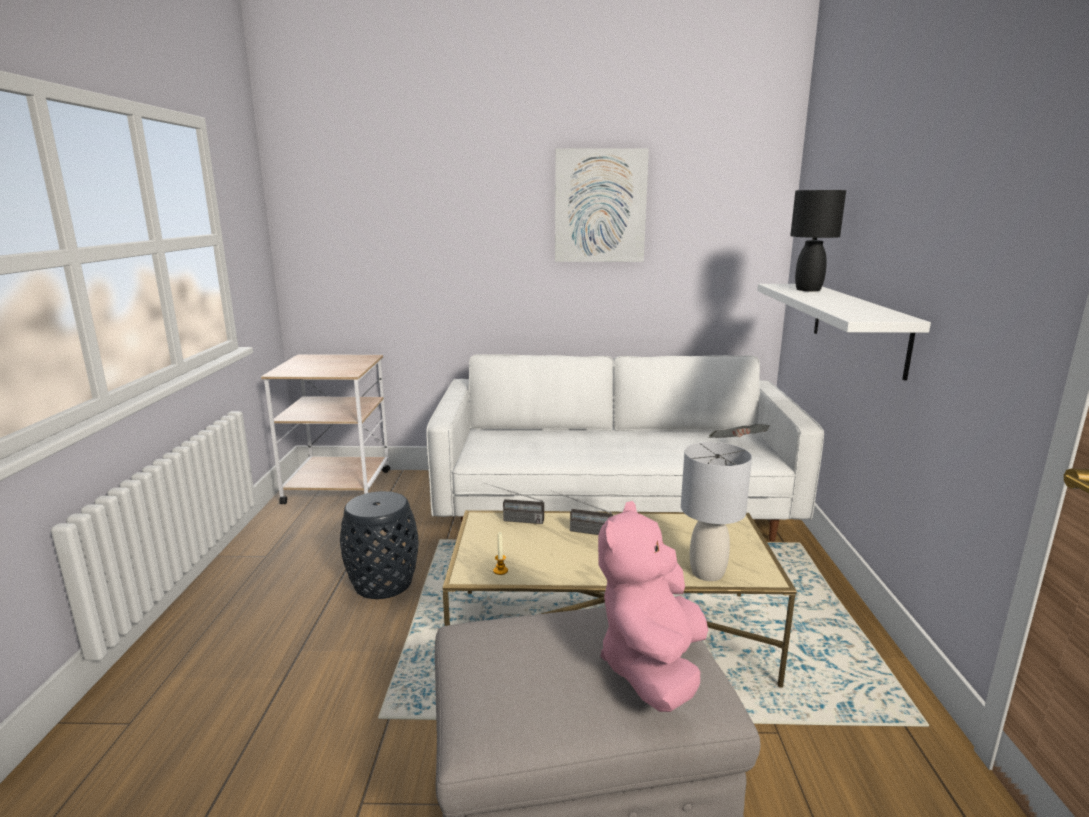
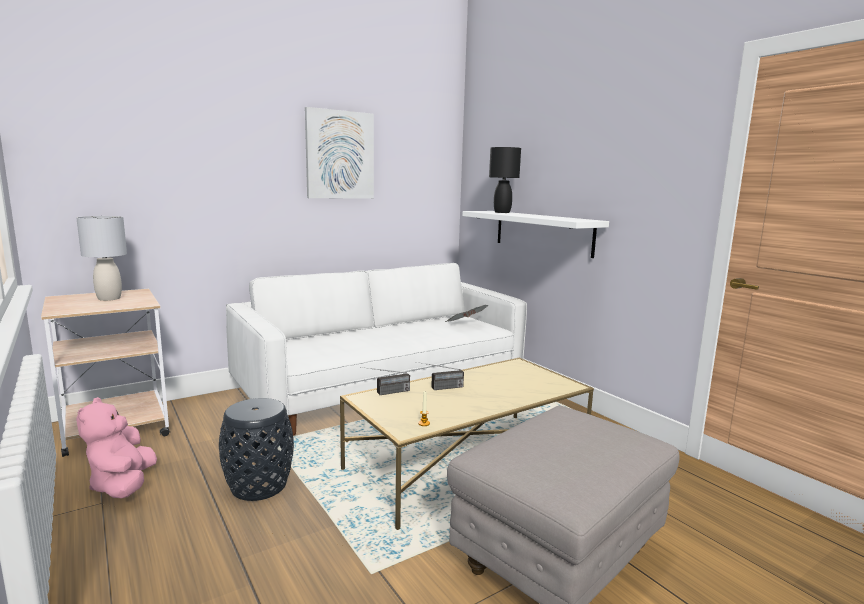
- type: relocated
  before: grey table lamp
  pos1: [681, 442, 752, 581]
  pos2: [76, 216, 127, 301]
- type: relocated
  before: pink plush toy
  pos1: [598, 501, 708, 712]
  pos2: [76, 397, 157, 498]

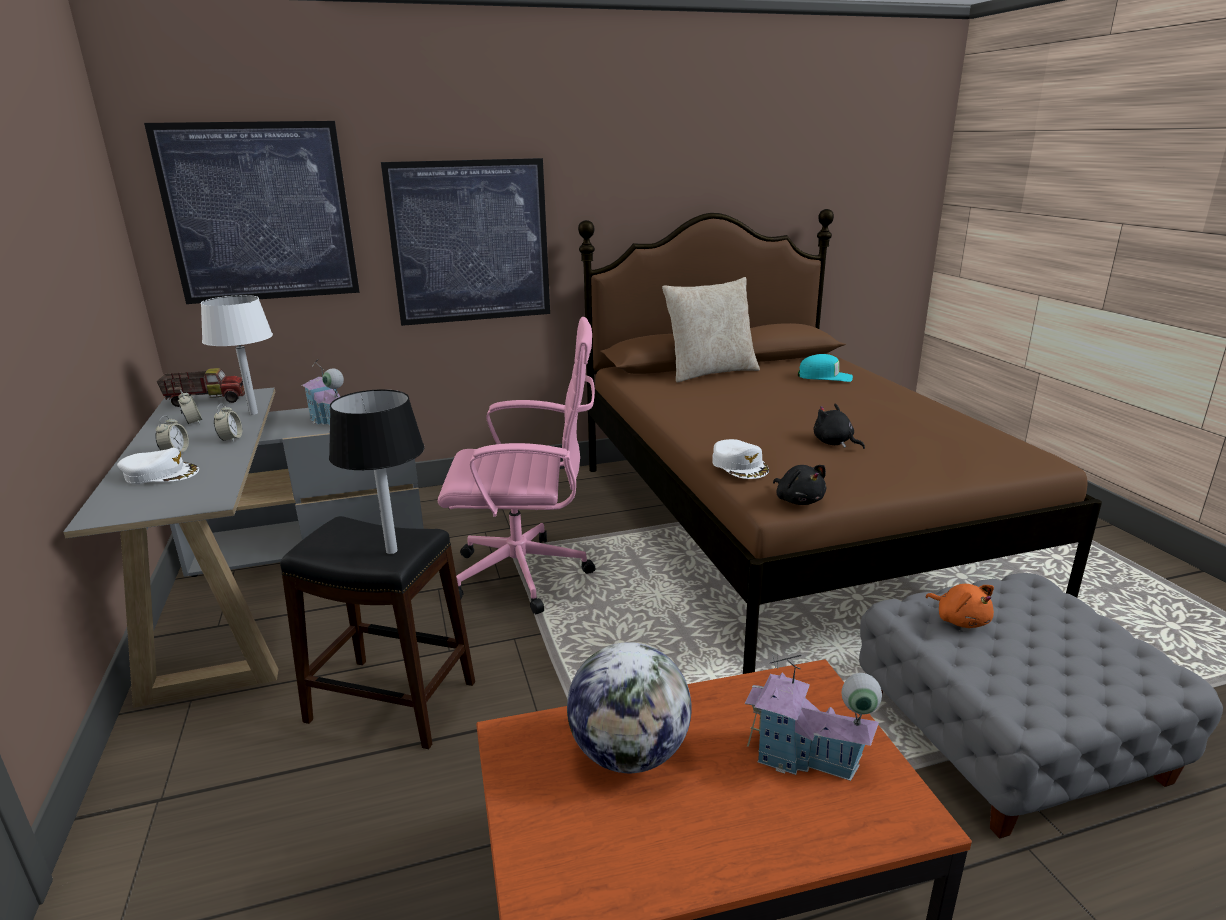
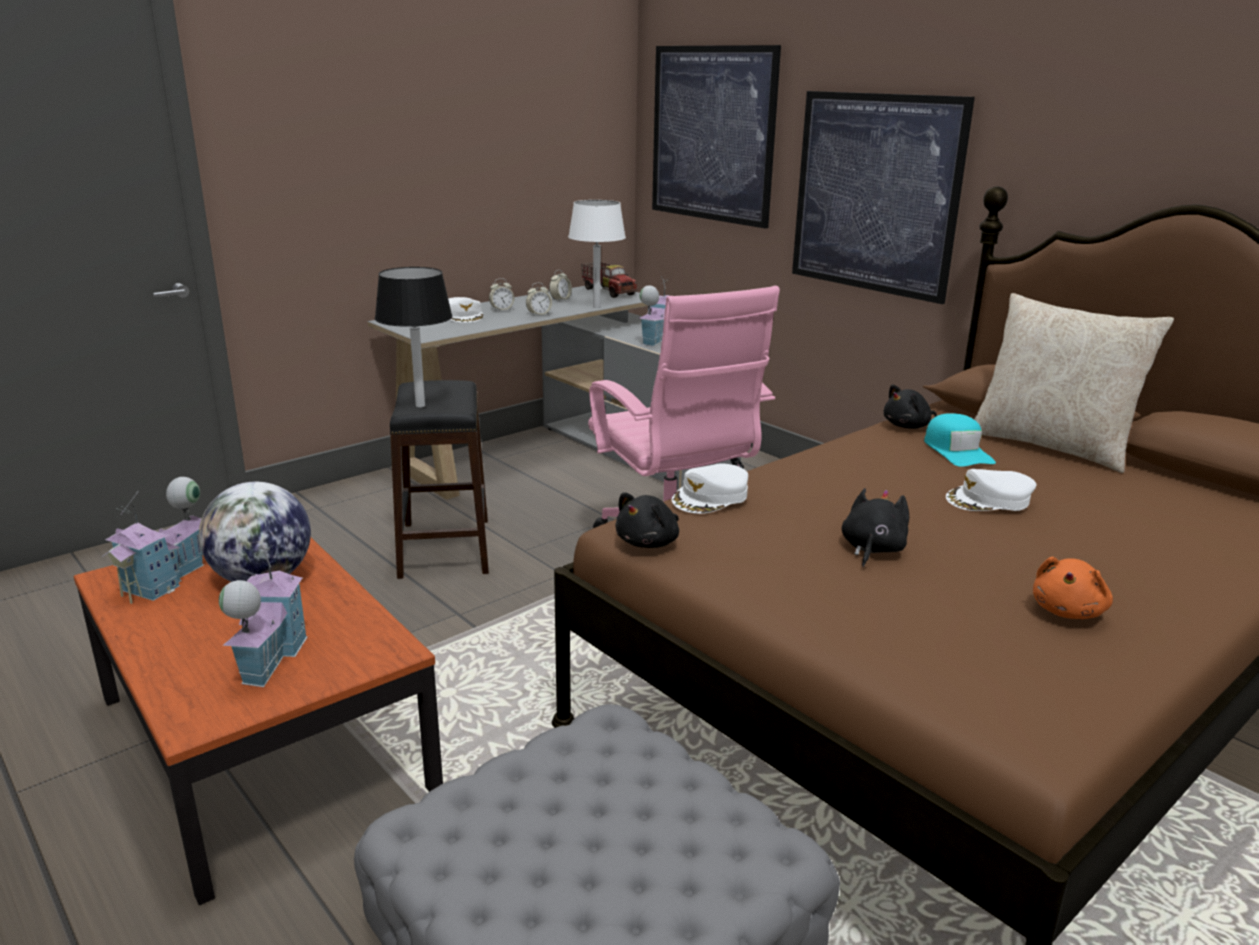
- type: appeared
  after: toy house
  pos2: [102, 477, 204, 604]
- type: appeared
  after: black plush toy
  pos2: [884, 384, 937, 429]
- type: relocated
  before: turquoise cap
  pos1: [798, 354, 853, 382]
  pos2: [924, 413, 996, 467]
- type: appeared
  after: white cap
  pos2: [946, 469, 1036, 511]
- type: relocated
  before: orange plush toy
  pos1: [926, 584, 994, 628]
  pos2: [1033, 557, 1113, 619]

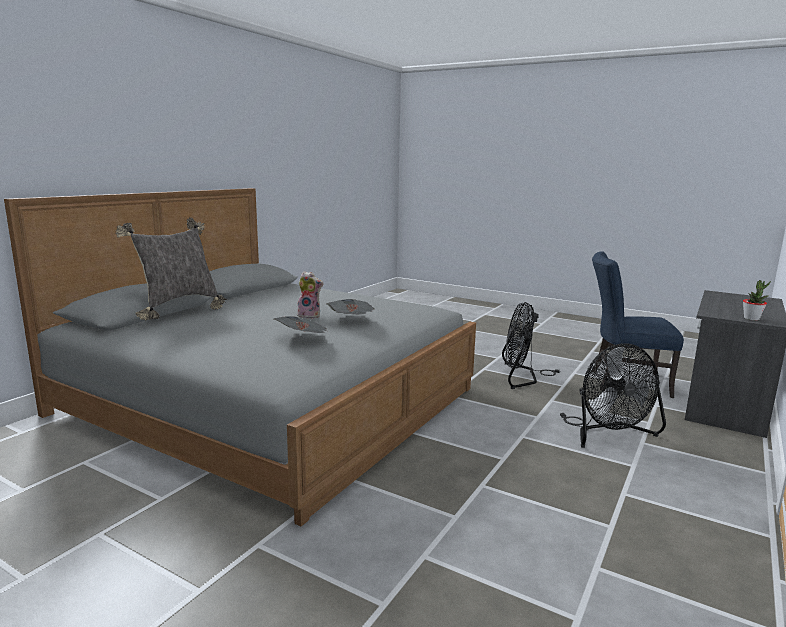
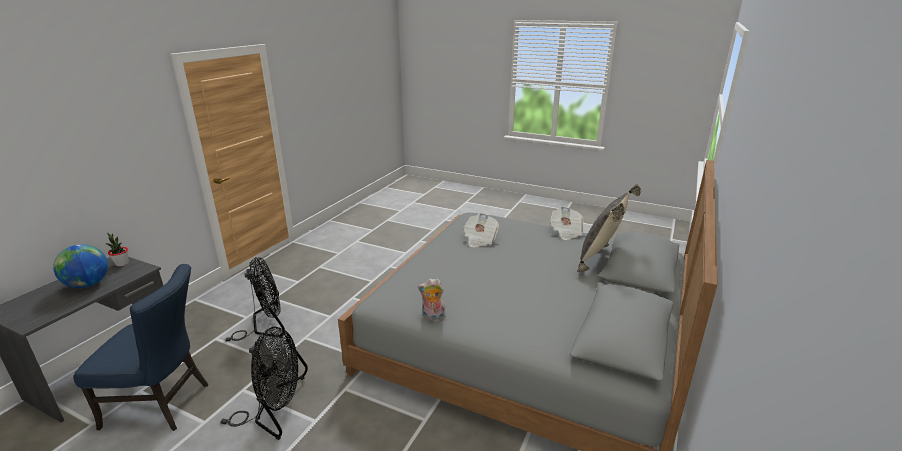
- type: appeared
  after: globe
  pos2: [53, 244, 108, 288]
- type: spun
  before: black fan
  pos1: [560, 343, 666, 448]
  pos2: [225, 257, 285, 341]
  turn: 90
- type: relocated
  before: plush toy
  pos1: [296, 271, 323, 319]
  pos2: [418, 278, 446, 321]
- type: relocated
  before: newspaper
  pos1: [326, 299, 375, 315]
  pos2: [550, 206, 584, 240]

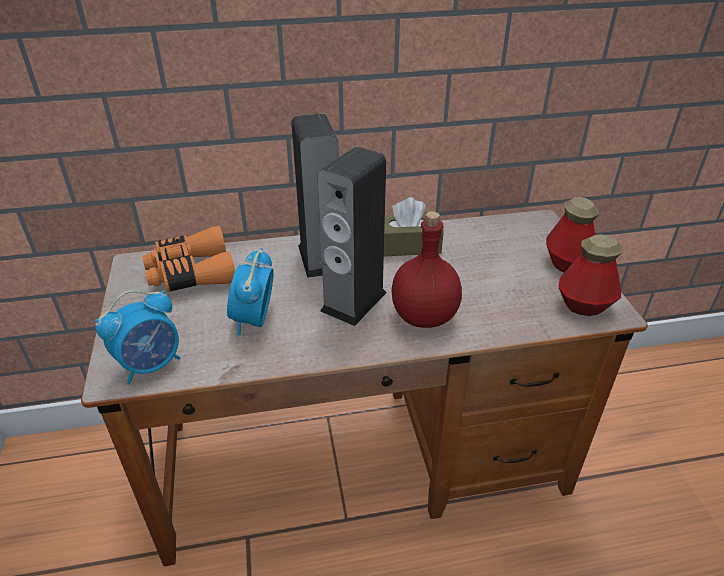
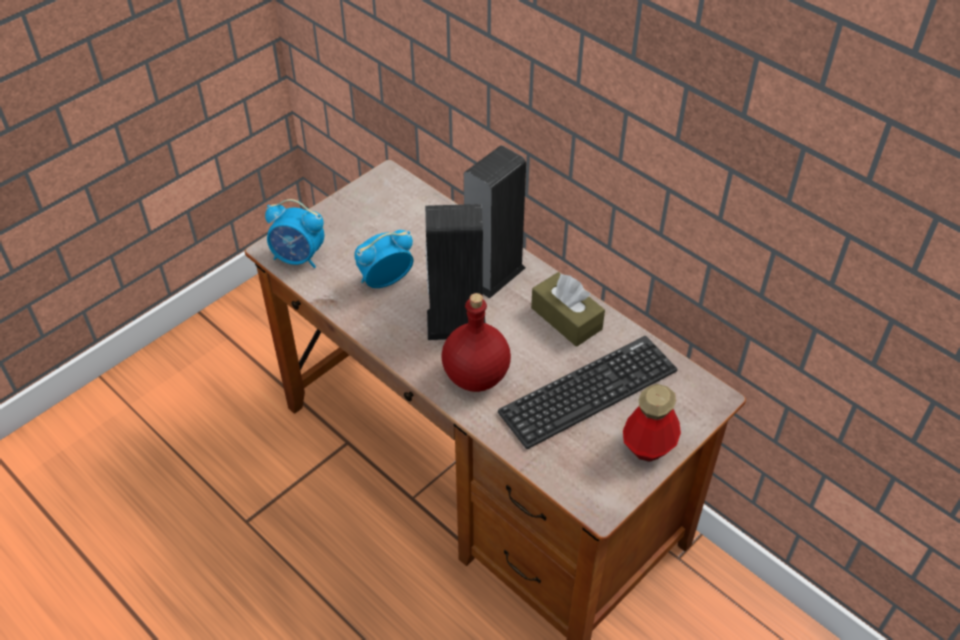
- type: appeared
  after: keyboard
  pos2: [498, 336, 677, 449]
- type: missing
  before: orange binoculars
  pos1: [142, 226, 235, 292]
- type: missing
  before: bottle
  pos1: [558, 235, 622, 316]

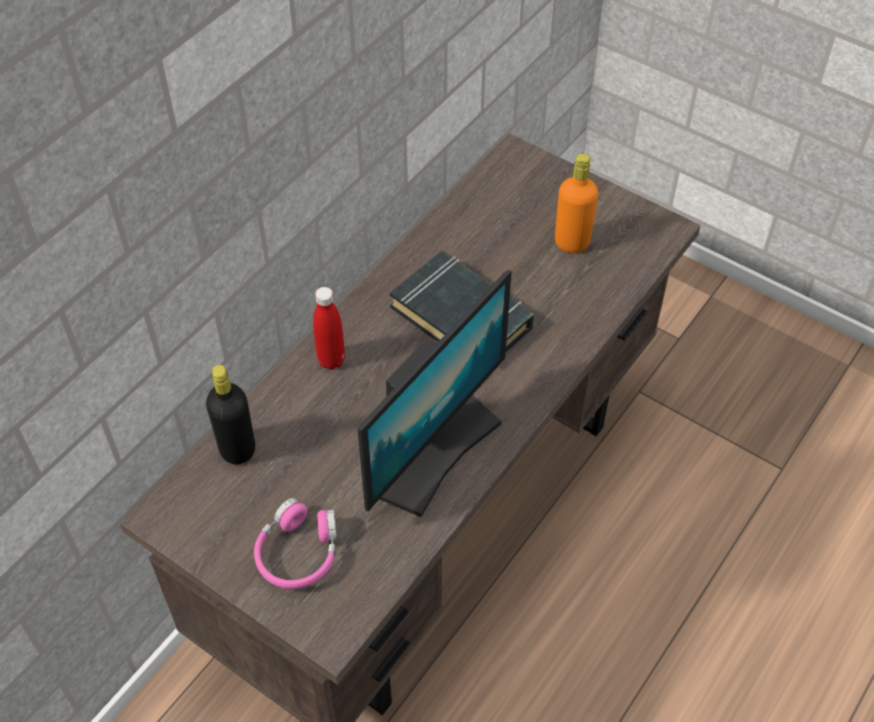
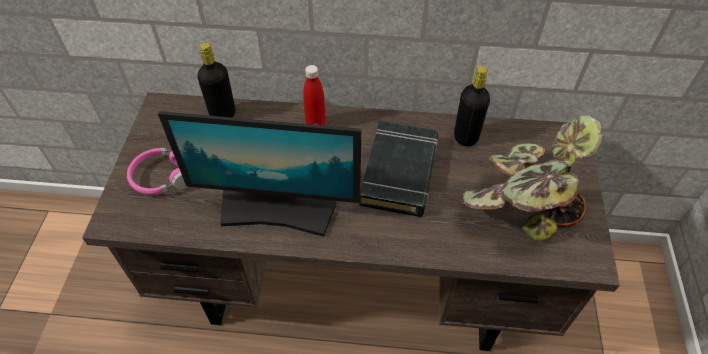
- type: appeared
  after: black bottle
  pos2: [454, 66, 490, 147]
- type: exchanged
  before: orange bottle
  after: potted plant
  pos1: [555, 154, 598, 253]
  pos2: [461, 115, 602, 241]

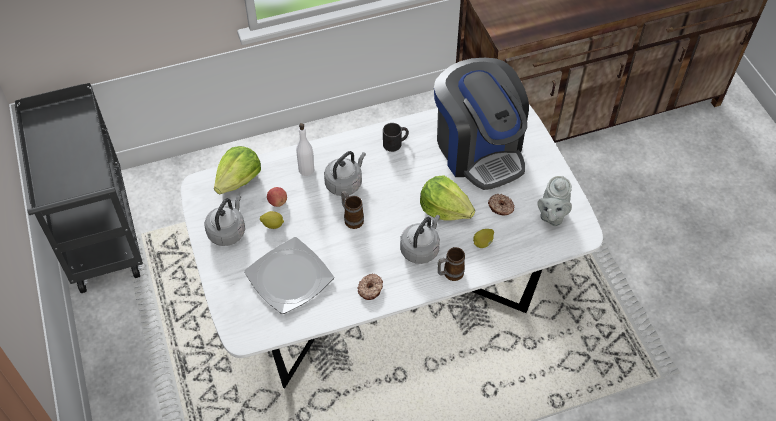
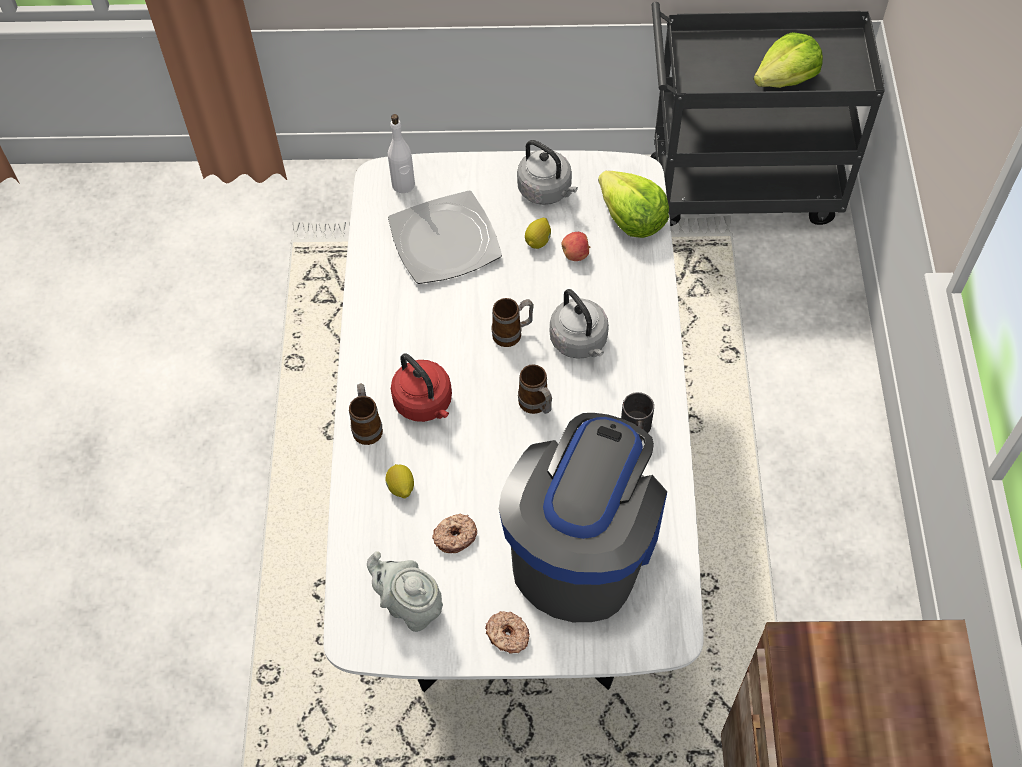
- type: relocated
  before: white bottle
  pos1: [296, 123, 314, 176]
  pos2: [388, 114, 415, 193]
- type: colour
  before: grey kettle
  after: red kettle
  pos1: [400, 215, 440, 264]
  pos2: [391, 353, 452, 422]
- type: relocated
  before: donut
  pos1: [357, 274, 383, 300]
  pos2: [485, 611, 530, 654]
- type: spun
  before: coffee machine
  pos1: [434, 58, 529, 190]
  pos2: [499, 413, 667, 622]
  turn: 120
- type: appeared
  after: mug
  pos2: [518, 364, 552, 414]
- type: relocated
  before: lettuce
  pos1: [420, 175, 475, 220]
  pos2: [754, 32, 823, 88]

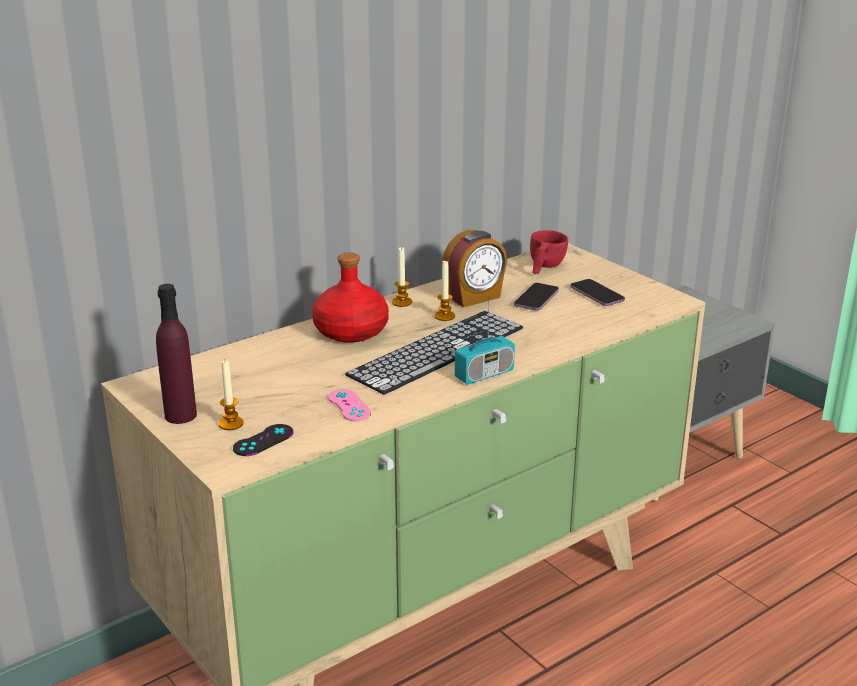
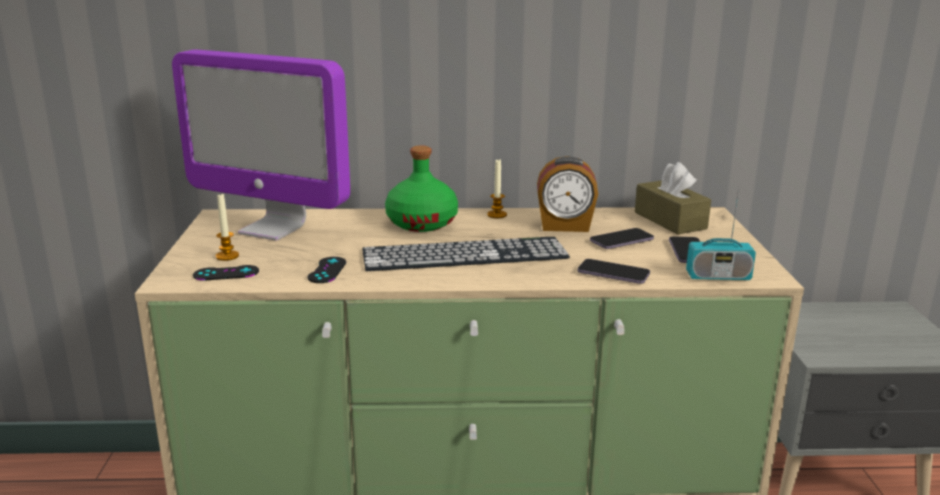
- type: appeared
  after: monitor
  pos2: [172, 50, 350, 241]
- type: colour
  before: pink game controller
  after: black game controller
  pos1: [328, 389, 371, 421]
  pos2: [308, 257, 346, 283]
- type: colour
  before: red bottle
  after: green bottle
  pos1: [312, 252, 389, 343]
  pos2: [385, 146, 458, 232]
- type: appeared
  after: phone
  pos2: [578, 259, 650, 284]
- type: exchanged
  before: red cup
  after: brown tissue box
  pos1: [530, 230, 568, 274]
  pos2: [635, 162, 711, 235]
- type: relocated
  before: radio
  pos1: [455, 306, 515, 385]
  pos2: [686, 188, 756, 280]
- type: missing
  before: purple bottle
  pos1: [156, 284, 197, 424]
- type: missing
  before: candle
  pos1: [434, 259, 455, 321]

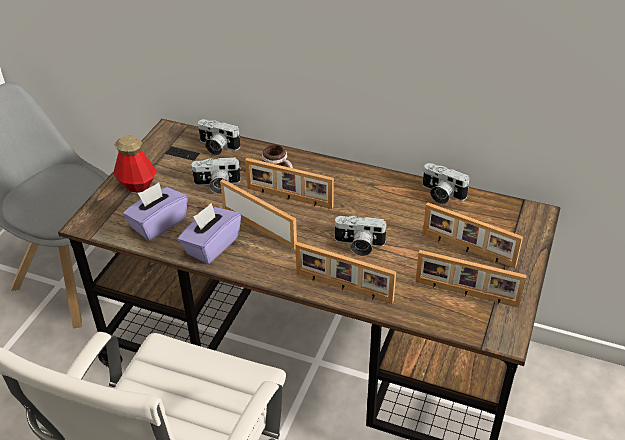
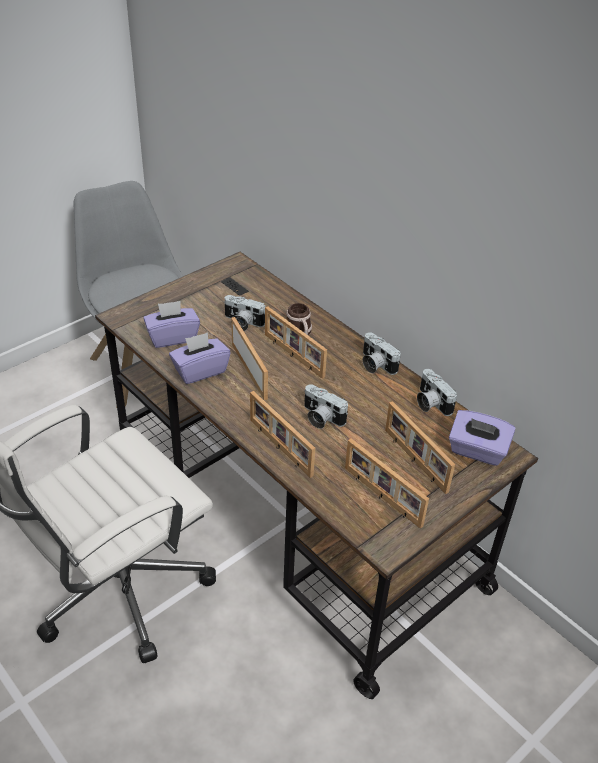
- type: relocated
  before: photo camera
  pos1: [198, 119, 240, 155]
  pos2: [363, 332, 401, 375]
- type: appeared
  after: purple tissue box
  pos2: [449, 410, 516, 466]
- type: missing
  before: bottle
  pos1: [113, 135, 157, 192]

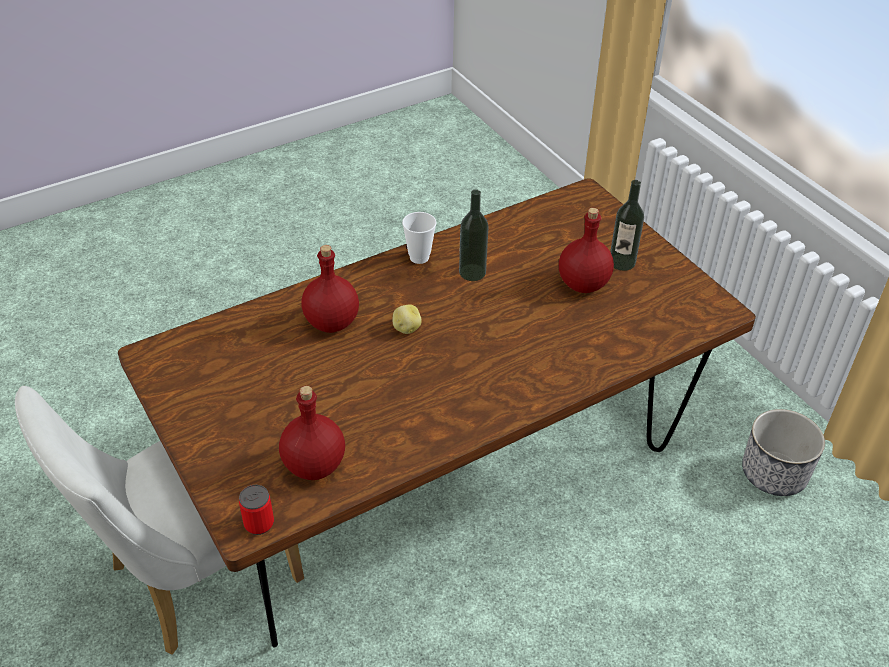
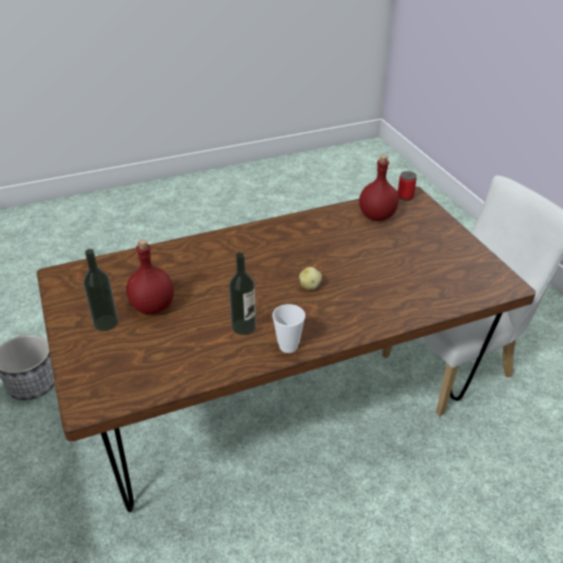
- type: missing
  before: red bottle
  pos1: [302, 245, 359, 333]

